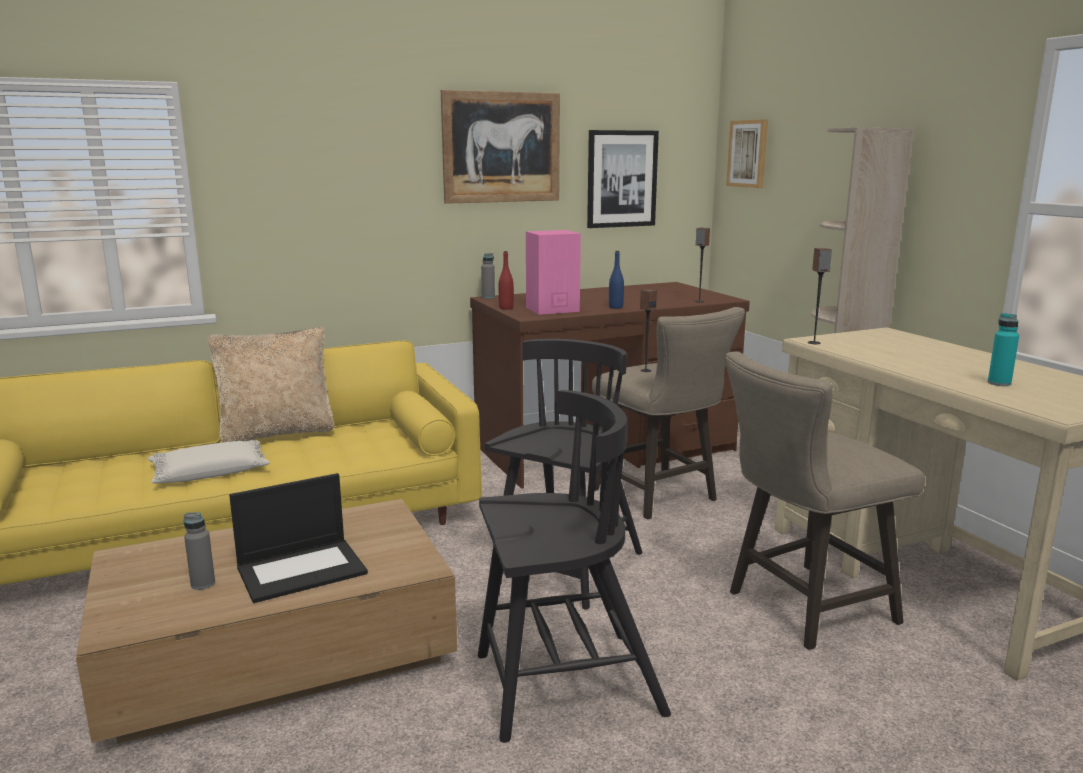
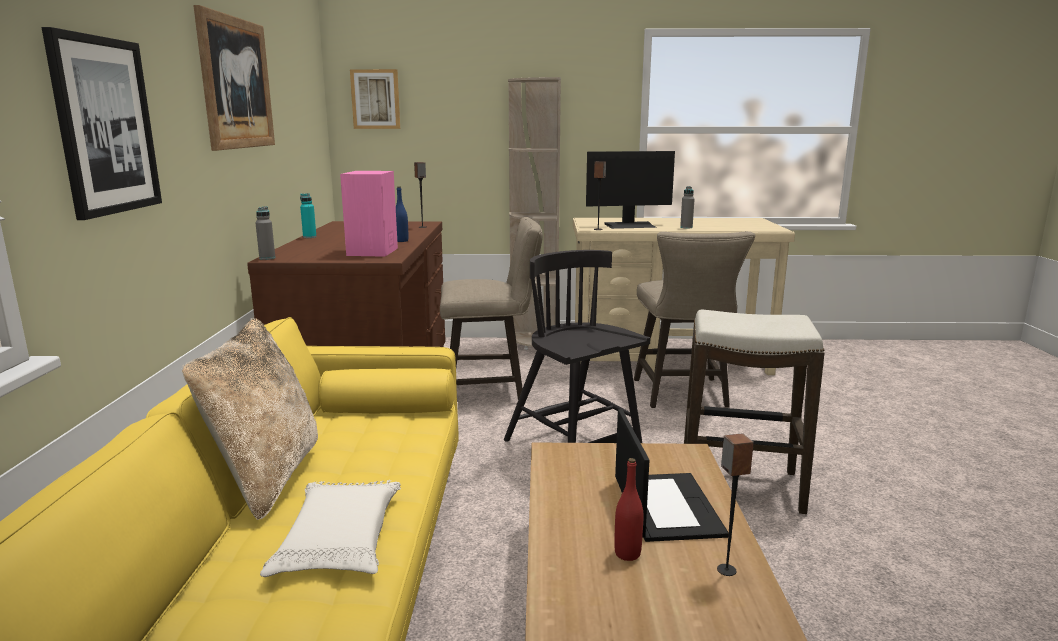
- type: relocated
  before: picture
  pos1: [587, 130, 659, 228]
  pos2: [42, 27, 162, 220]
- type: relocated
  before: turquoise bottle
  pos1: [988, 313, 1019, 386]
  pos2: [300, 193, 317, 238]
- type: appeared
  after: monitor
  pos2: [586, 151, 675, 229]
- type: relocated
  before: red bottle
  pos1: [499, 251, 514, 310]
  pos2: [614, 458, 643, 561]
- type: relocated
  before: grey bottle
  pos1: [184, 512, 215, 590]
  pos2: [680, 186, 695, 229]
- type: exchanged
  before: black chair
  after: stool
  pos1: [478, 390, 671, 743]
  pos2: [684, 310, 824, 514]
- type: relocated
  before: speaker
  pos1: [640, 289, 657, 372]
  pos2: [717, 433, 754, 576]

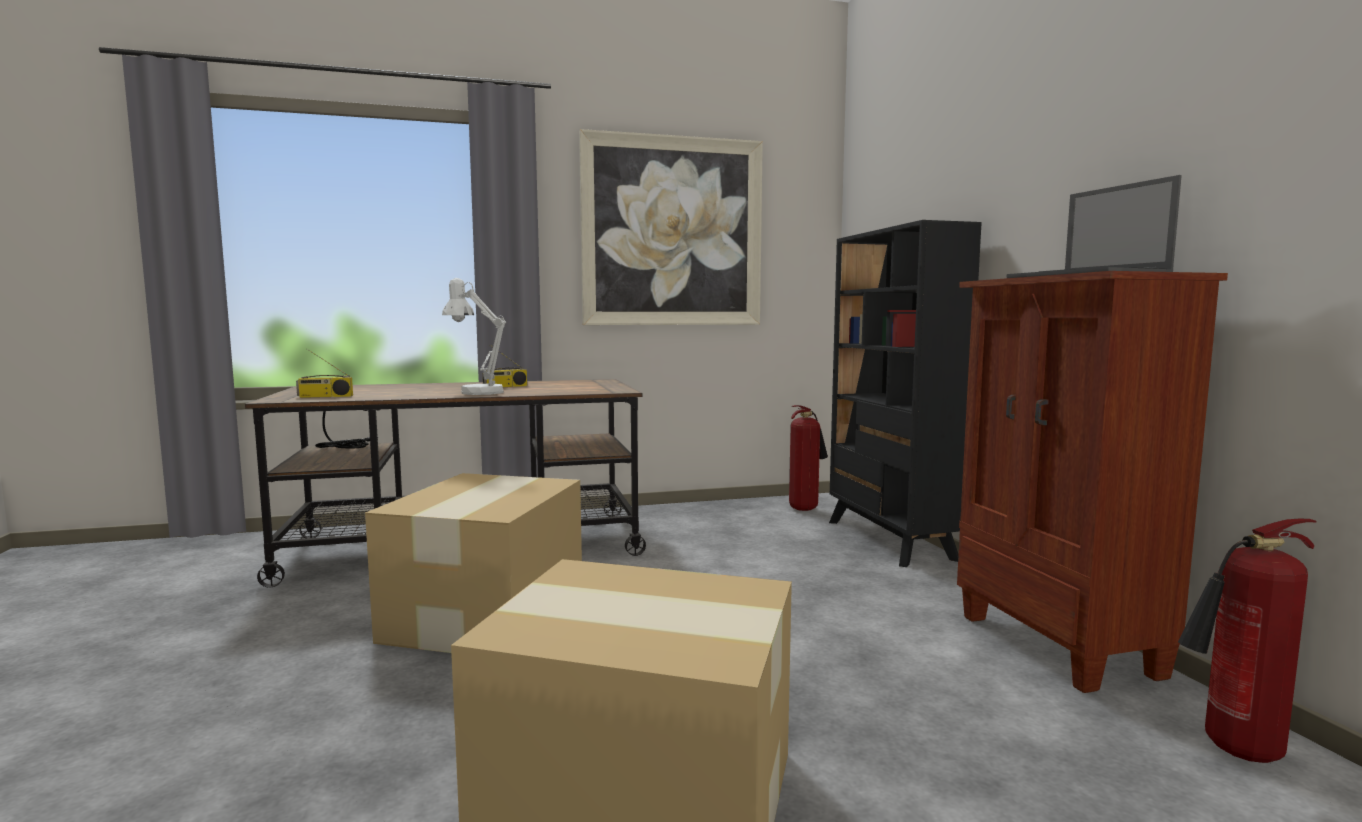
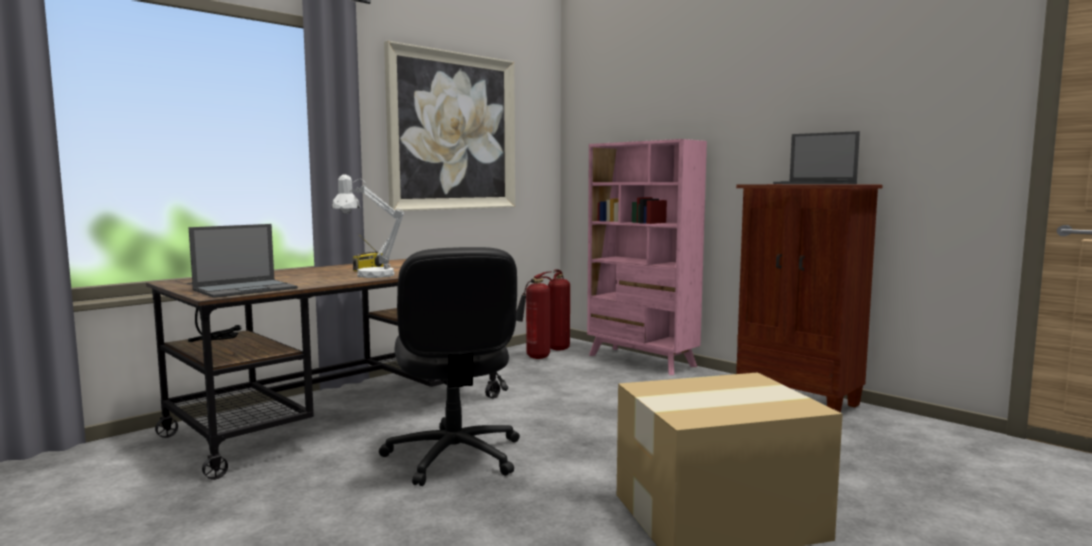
- type: exchanged
  before: radio
  after: laptop
  pos1: [296, 349, 353, 398]
  pos2: [188, 224, 298, 298]
- type: exchanged
  before: cardboard box
  after: black office chair
  pos1: [365, 473, 582, 653]
  pos2: [379, 247, 520, 486]
- type: relocated
  before: fire extinguisher
  pos1: [1178, 518, 1317, 763]
  pos2: [516, 272, 553, 359]
- type: colour
  before: black bookcase
  after: pink bookcase
  pos1: [829, 220, 982, 567]
  pos2: [587, 139, 707, 375]

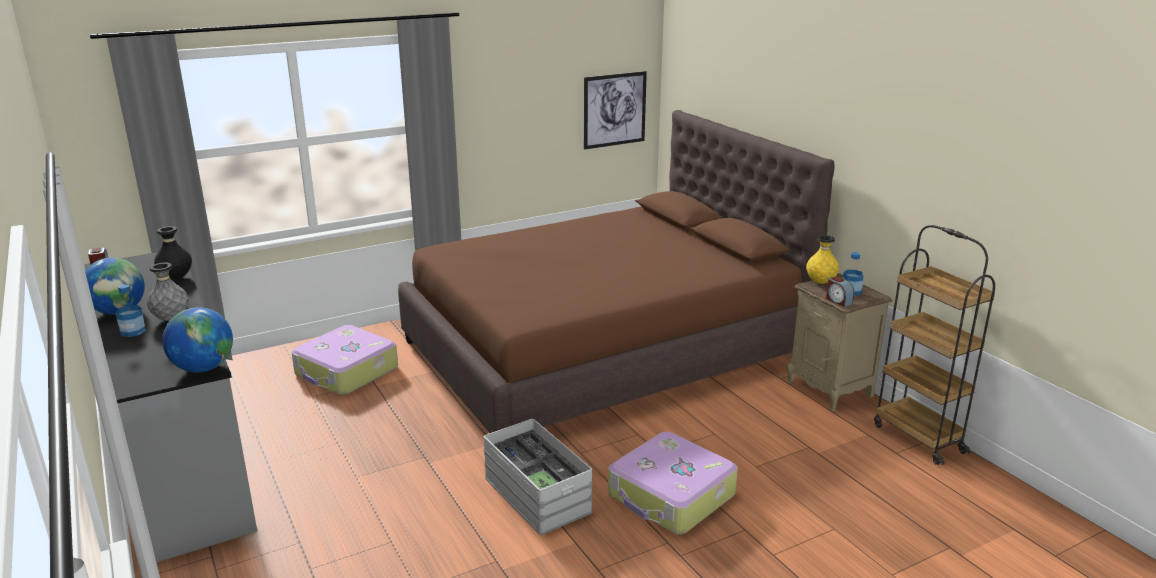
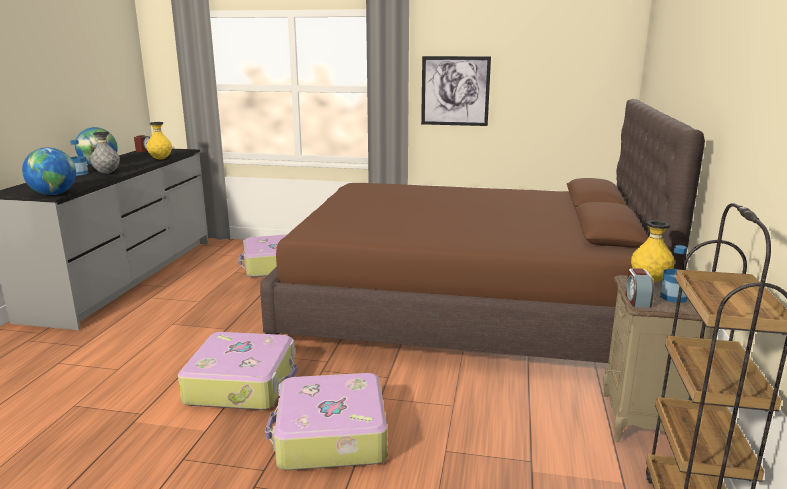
- type: colour
  before: black vase
  after: yellow vase
  pos1: [154, 226, 192, 279]
  pos2: [146, 122, 172, 160]
- type: exchanged
  before: grey storage box
  after: suitcase
  pos1: [483, 419, 593, 535]
  pos2: [178, 332, 298, 410]
- type: relocated
  before: picture
  pos1: [584, 71, 647, 149]
  pos2: [421, 56, 491, 126]

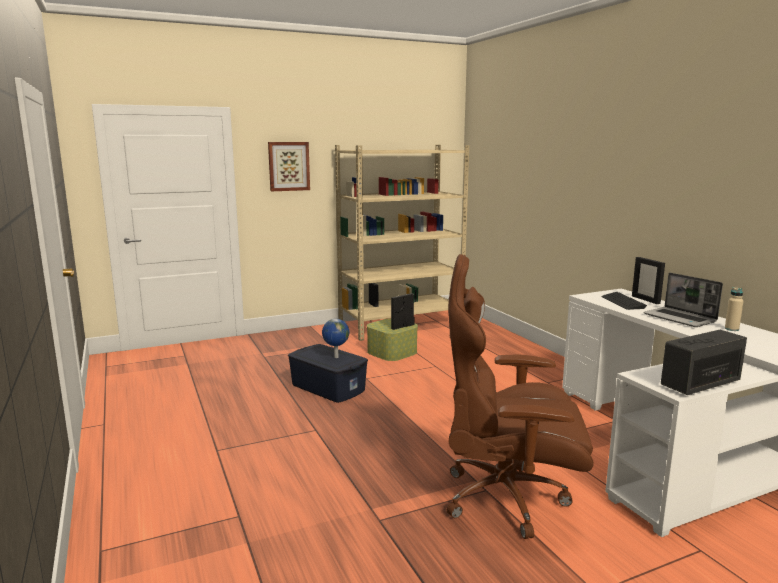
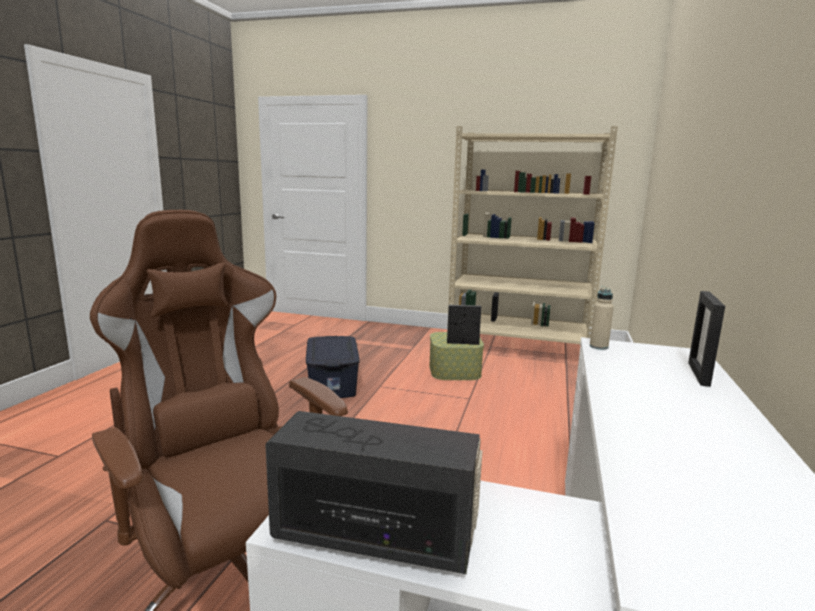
- type: relocated
  before: beige bottle
  pos1: [725, 287, 744, 331]
  pos2: [590, 287, 614, 350]
- type: missing
  before: picture
  pos1: [268, 142, 310, 191]
- type: missing
  before: globe
  pos1: [322, 319, 349, 358]
- type: missing
  before: keyboard
  pos1: [601, 292, 647, 310]
- type: missing
  before: laptop
  pos1: [643, 273, 723, 327]

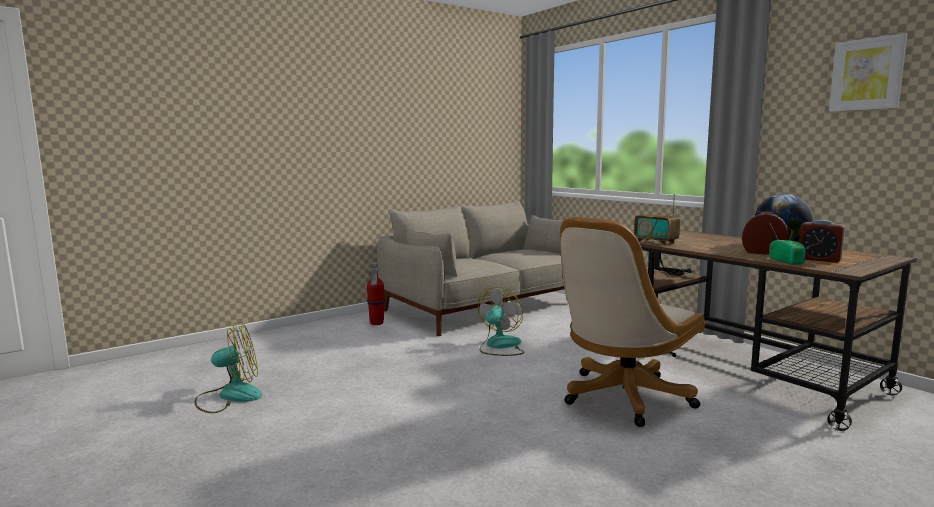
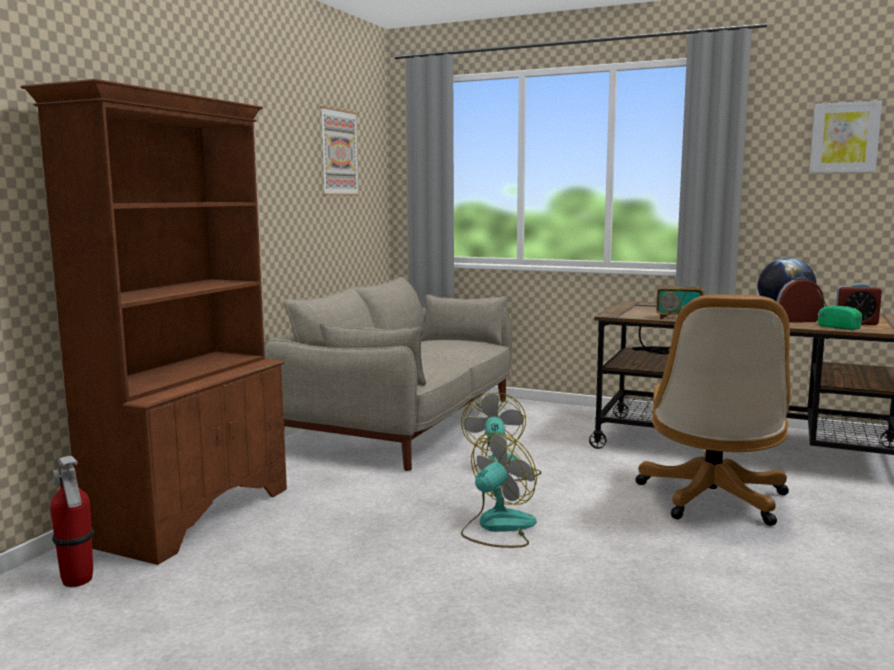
- type: appeared
  after: brown bookcase
  pos2: [21, 79, 287, 565]
- type: relocated
  before: fire extinguisher
  pos1: [367, 263, 385, 325]
  pos2: [50, 456, 94, 587]
- type: appeared
  after: picture
  pos2: [320, 106, 360, 195]
- type: relocated
  before: fan
  pos1: [195, 322, 262, 413]
  pos2: [461, 433, 537, 548]

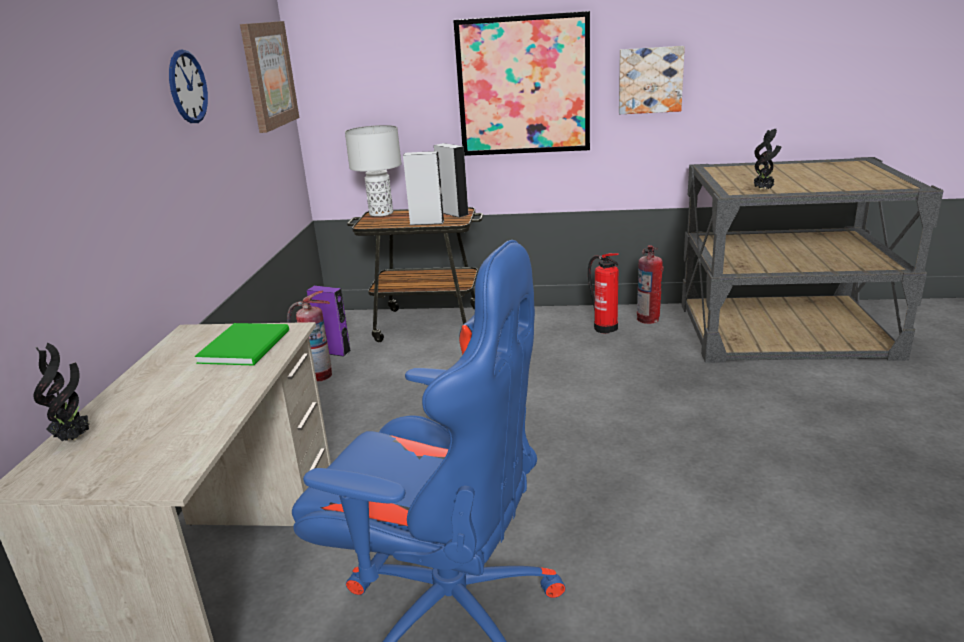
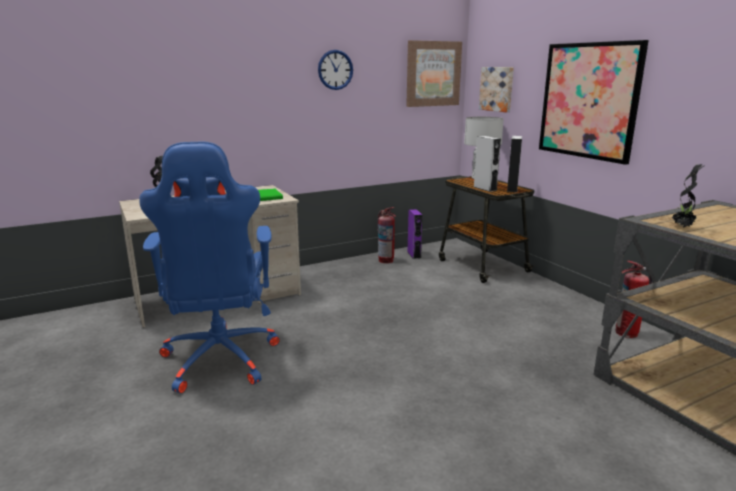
- type: relocated
  before: picture
  pos1: [619, 46, 685, 114]
  pos2: [479, 67, 514, 112]
- type: missing
  before: fire extinguisher
  pos1: [588, 253, 619, 334]

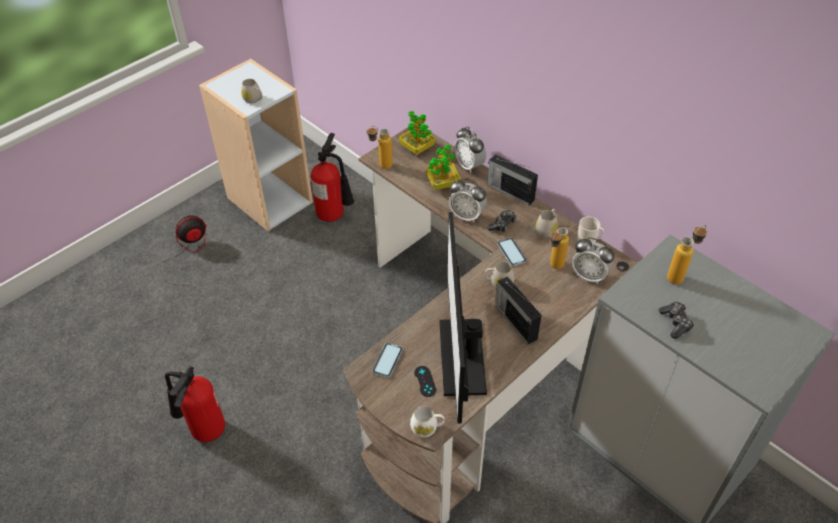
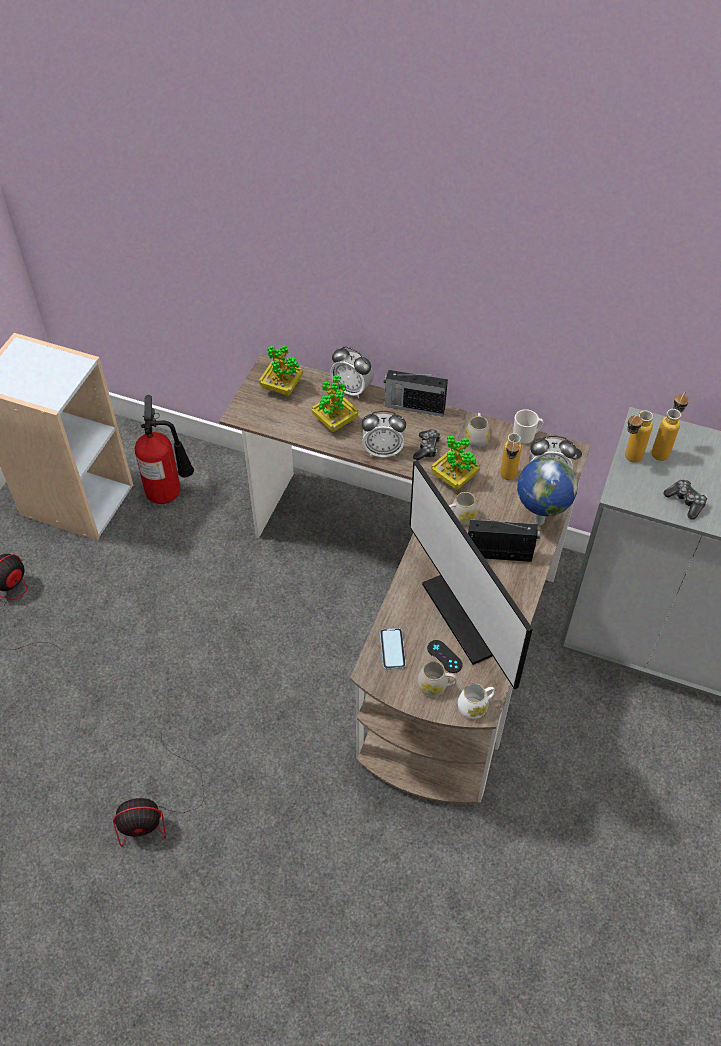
- type: exchanged
  before: fire extinguisher
  after: fan
  pos1: [165, 366, 225, 442]
  pos2: [113, 734, 204, 847]
- type: relocated
  before: white mug
  pos1: [241, 79, 263, 103]
  pos2: [418, 661, 457, 696]
- type: exchanged
  before: phone
  after: potted plant
  pos1: [497, 238, 527, 266]
  pos2: [431, 436, 480, 490]
- type: spun
  before: radio
  pos1: [495, 277, 542, 344]
  pos2: [468, 517, 540, 562]
  turn: 150
- type: appeared
  after: globe
  pos2: [517, 457, 578, 525]
- type: relocated
  before: bottle
  pos1: [367, 126, 393, 169]
  pos2: [625, 411, 653, 463]

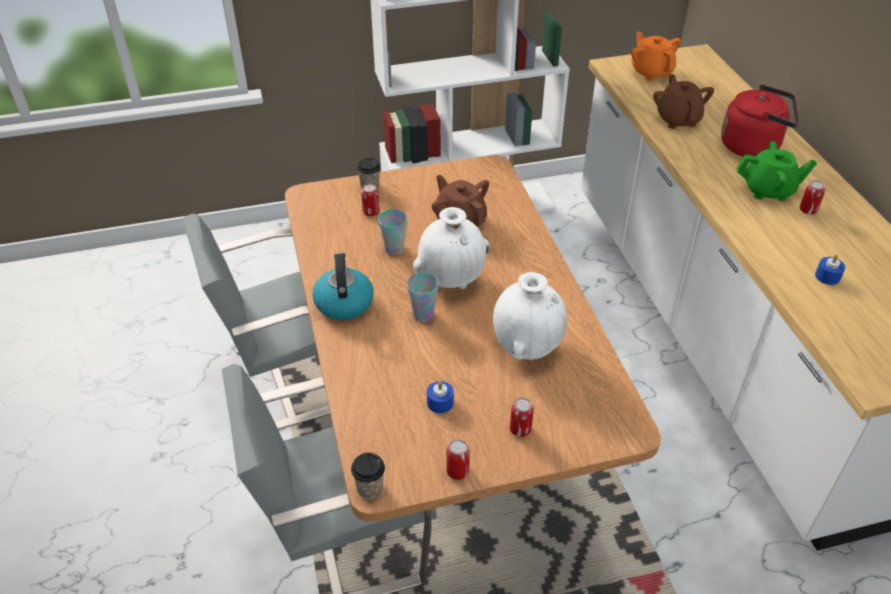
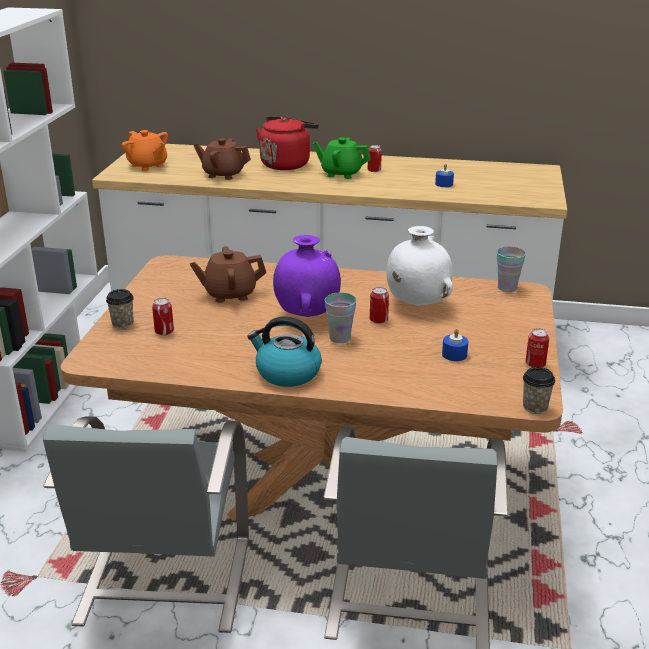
- type: spun
  before: orange teapot
  pos1: [631, 31, 681, 81]
  pos2: [122, 130, 168, 171]
  turn: -135
- type: colour
  before: white vase
  after: purple vase
  pos1: [413, 207, 490, 289]
  pos2: [273, 235, 341, 317]
- type: spun
  before: green teapot
  pos1: [737, 141, 817, 201]
  pos2: [313, 137, 371, 179]
  turn: -105
- type: relocated
  before: can
  pos1: [510, 397, 534, 437]
  pos2: [370, 287, 389, 324]
- type: relocated
  before: cup
  pos1: [378, 209, 408, 256]
  pos2: [497, 246, 526, 292]

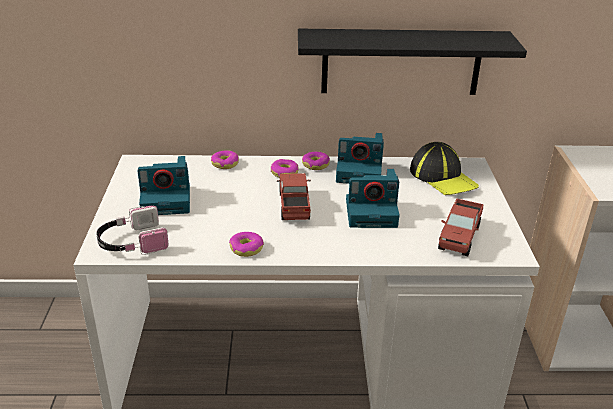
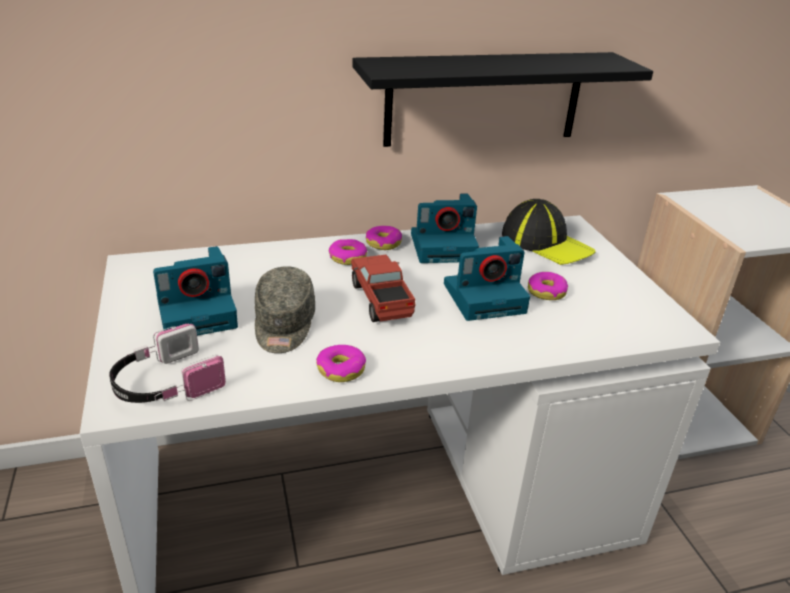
- type: appeared
  after: grey cap
  pos2: [255, 266, 315, 353]
- type: relocated
  before: donut
  pos1: [211, 150, 239, 169]
  pos2: [528, 272, 568, 300]
- type: missing
  before: toy truck
  pos1: [438, 199, 484, 256]

